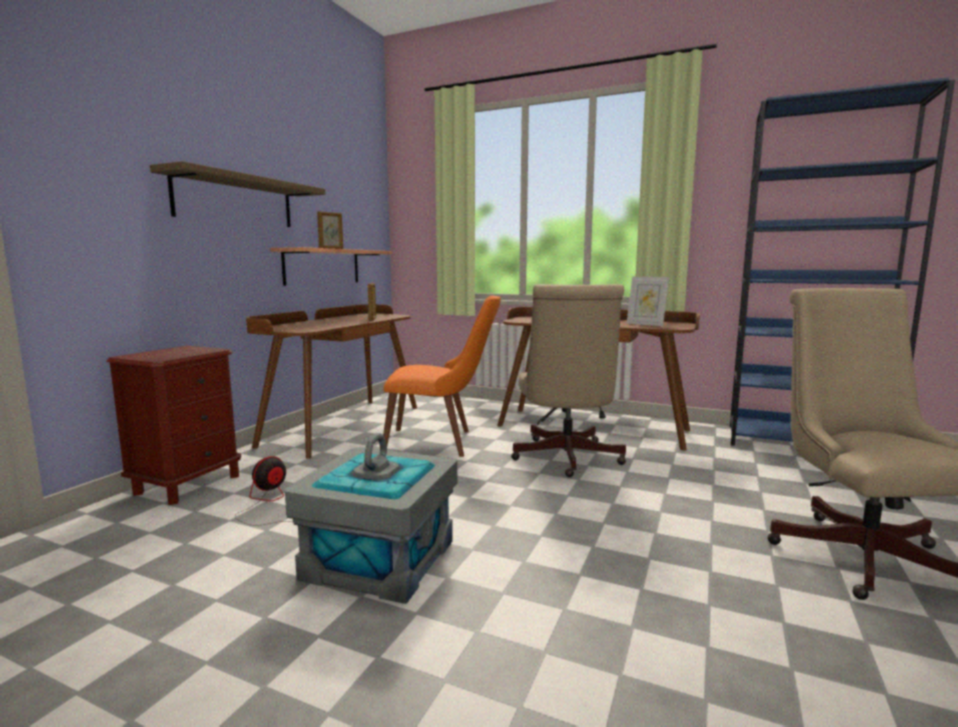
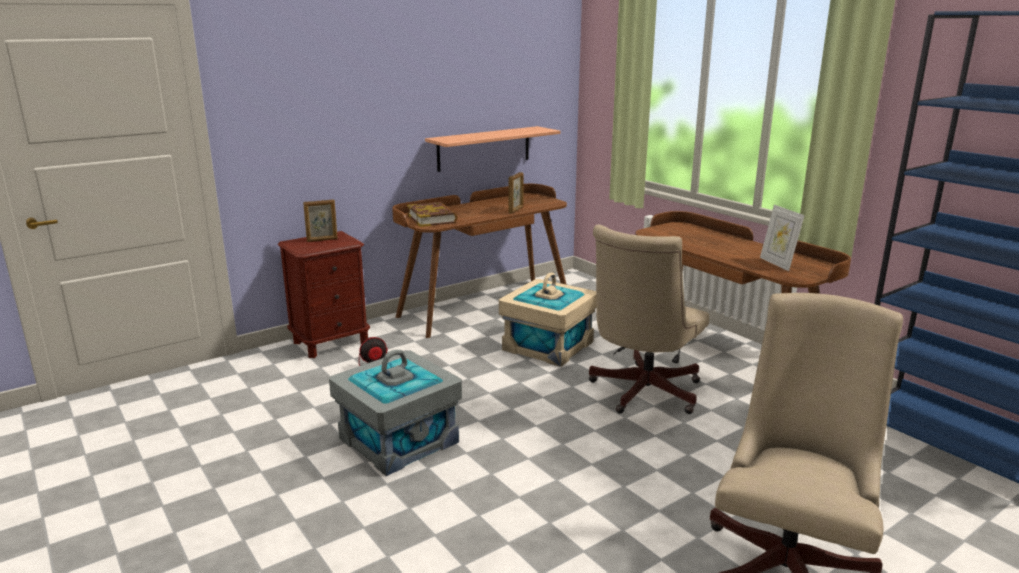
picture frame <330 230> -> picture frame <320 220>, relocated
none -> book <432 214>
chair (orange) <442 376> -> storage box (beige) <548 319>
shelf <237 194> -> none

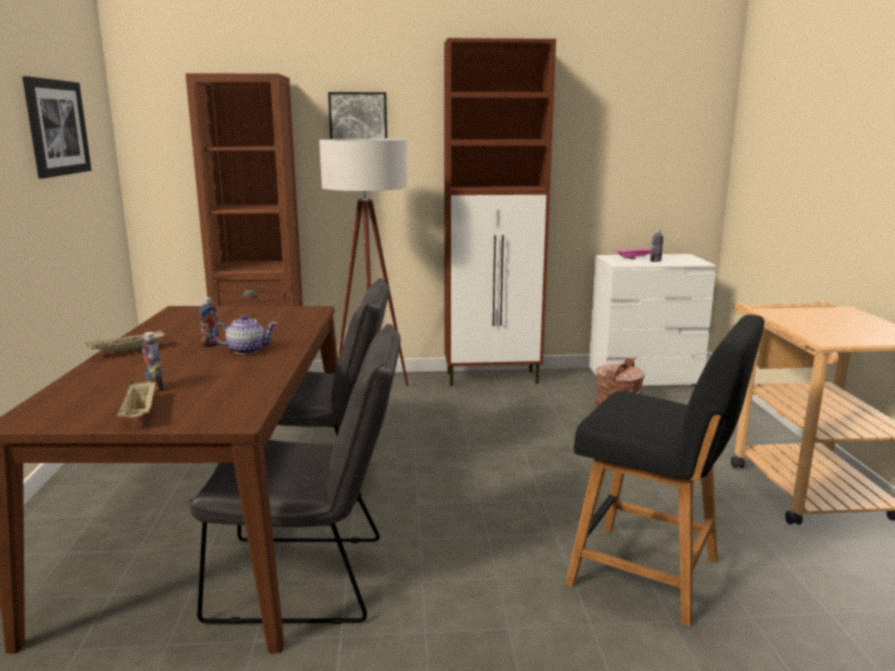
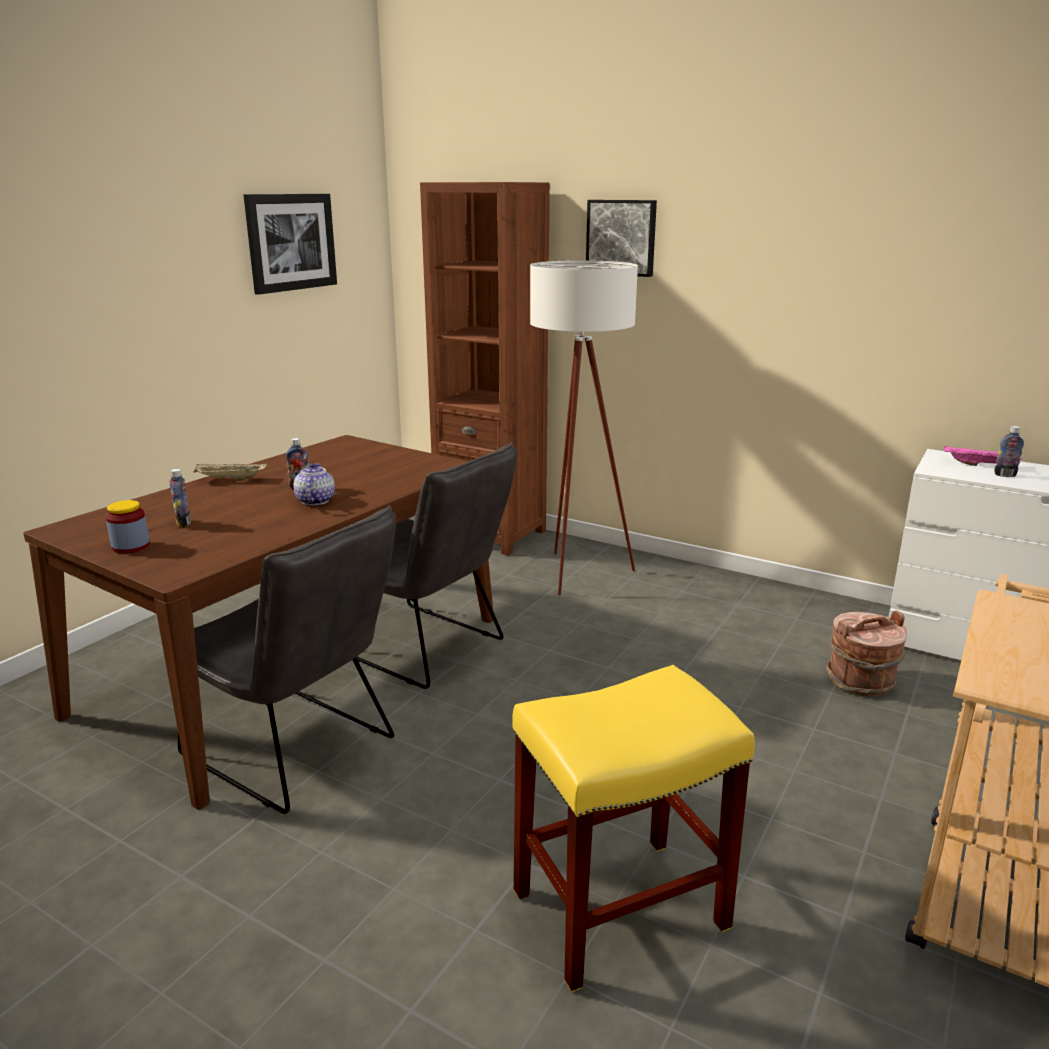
tray (beige) <136 399> -> jar <128 527>
teapot <244 335> -> teapot <314 484>, 120 degrees counterclockwise
chair (black) <665 470> -> stool (yellow) <633 828>
cabinet (brown) <500 212> -> none

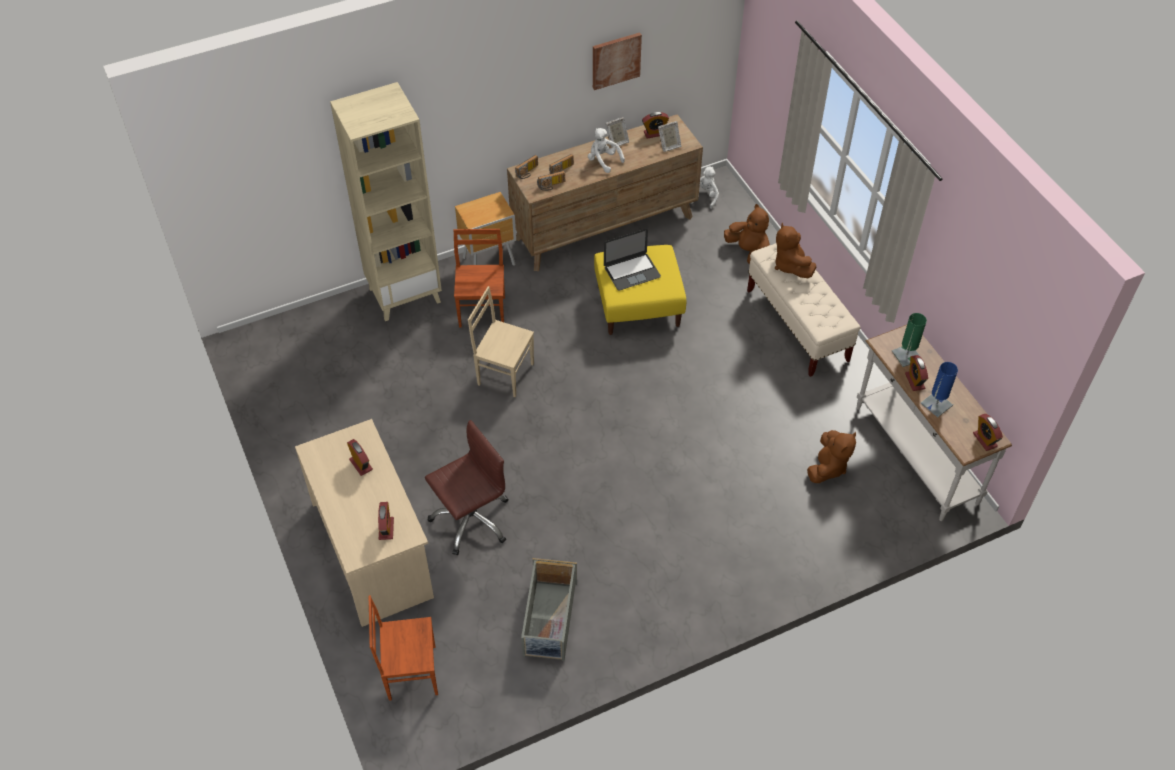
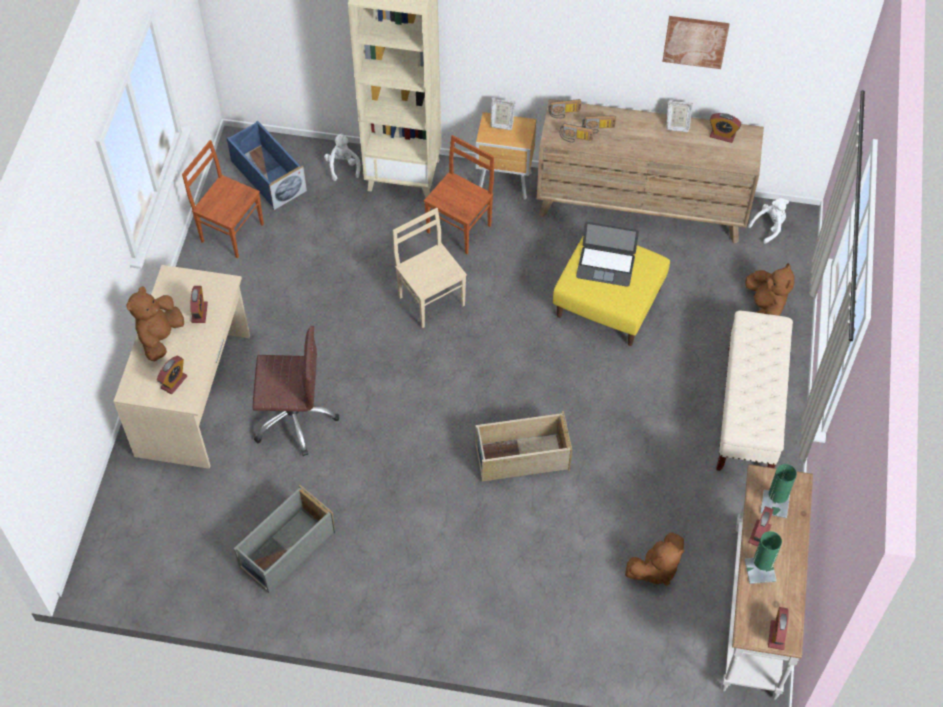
plush toy (brown) <795 250> -> plush toy (brown) <155 323>, relocated
chair (brown) <403 648> -> chair (brown) <223 199>, relocated
none -> storage box (blue) <267 165>
plush toy (white) <606 150> -> plush toy (white) <342 157>, relocated
none -> storage box (beige) <523 446>
picture frame <669 136> -> picture frame <502 114>, relocated
table lamp (blue) <939 389> -> table lamp (green) <763 557>

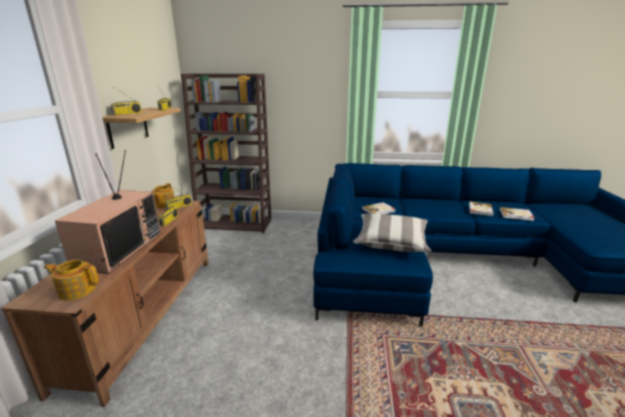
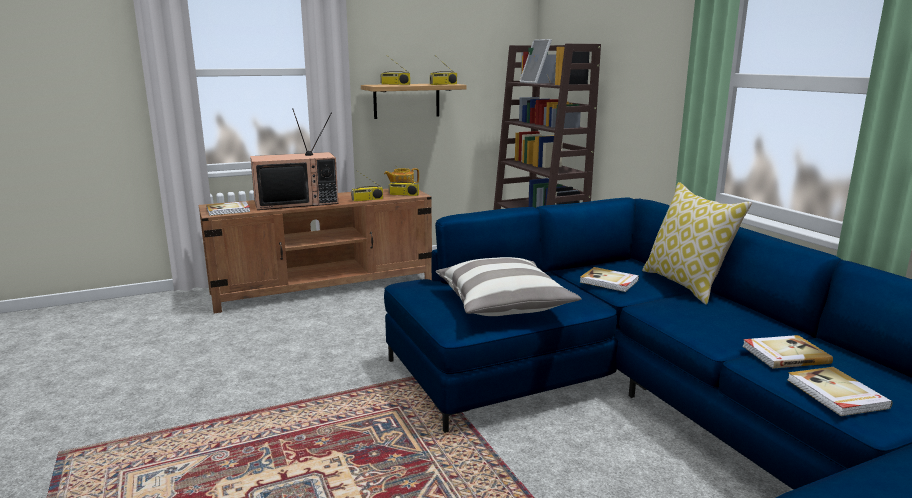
teapot <71 280> -> book <228 208>
none -> picture frame <535 61>
none -> pillow <697 243>

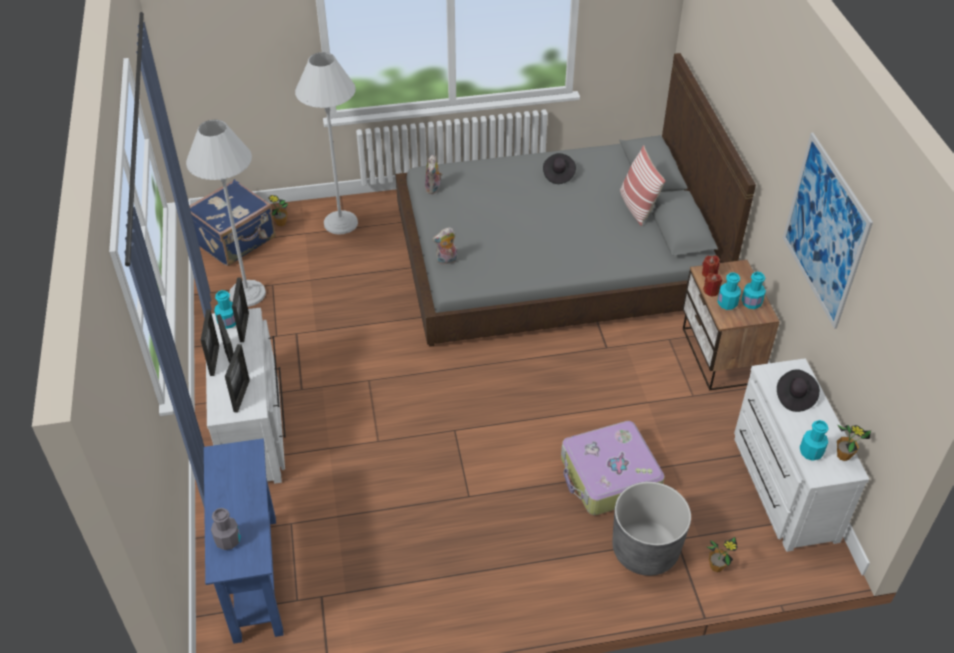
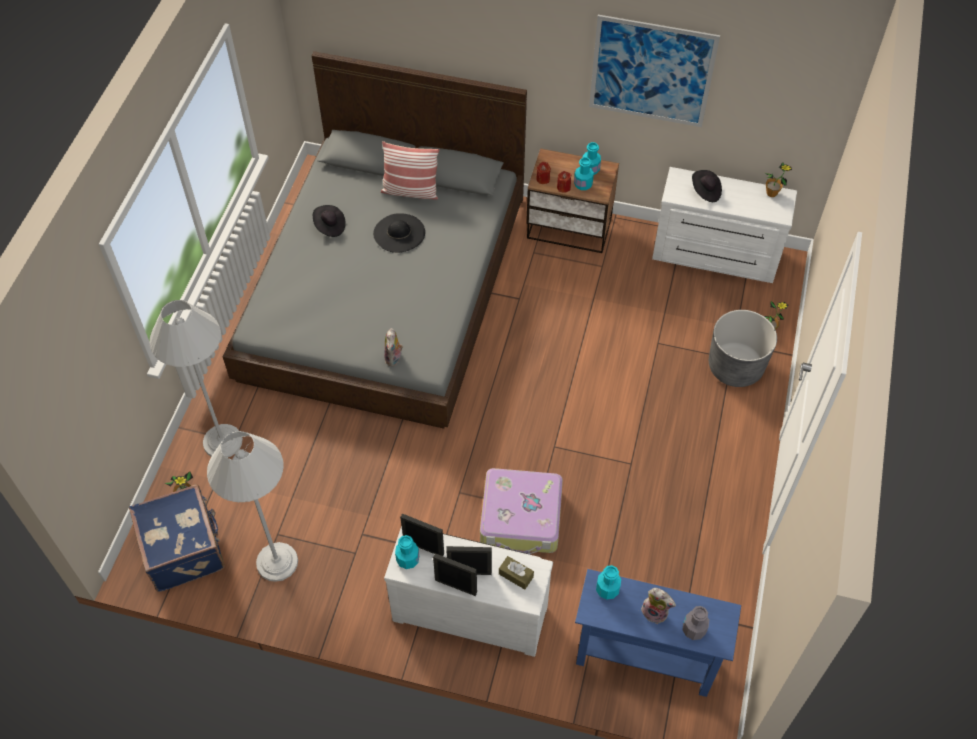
none -> hat (black) <399 233>
suitcase <613 468> -> suitcase <521 511>, relocated
picture frame <237 378> -> tissue box (brown) <516 573>
bottle (turquoise) <814 440> -> bottle (turquoise) <608 582>, relocated
plush toy <433 174> -> plush toy <658 606>, relocated

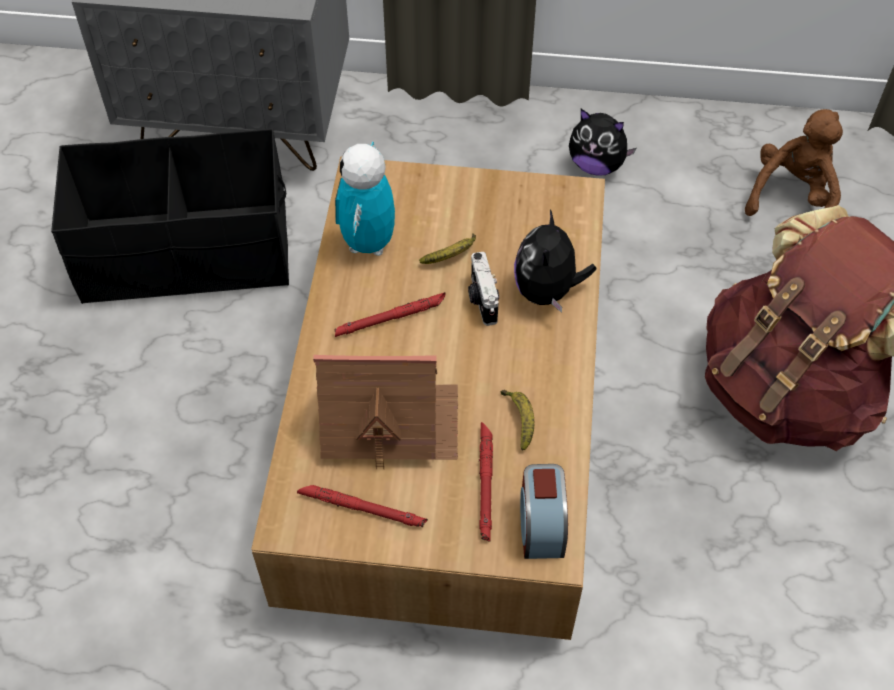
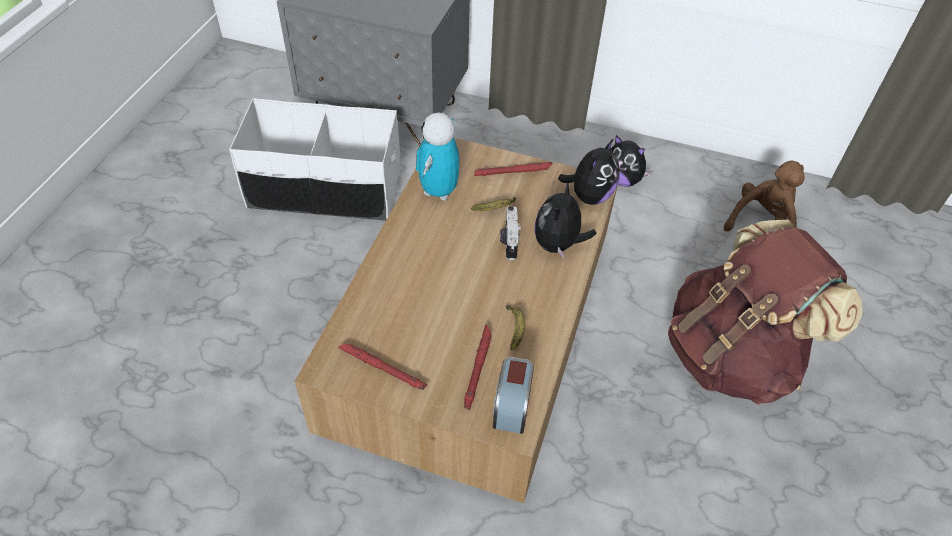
storage box (black) <170 216> -> storage box (white) <314 159>
flashlight (red) <390 314> -> flashlight (red) <513 169>, relocated
none -> plush toy <589 171>
toy house <385 412> -> none

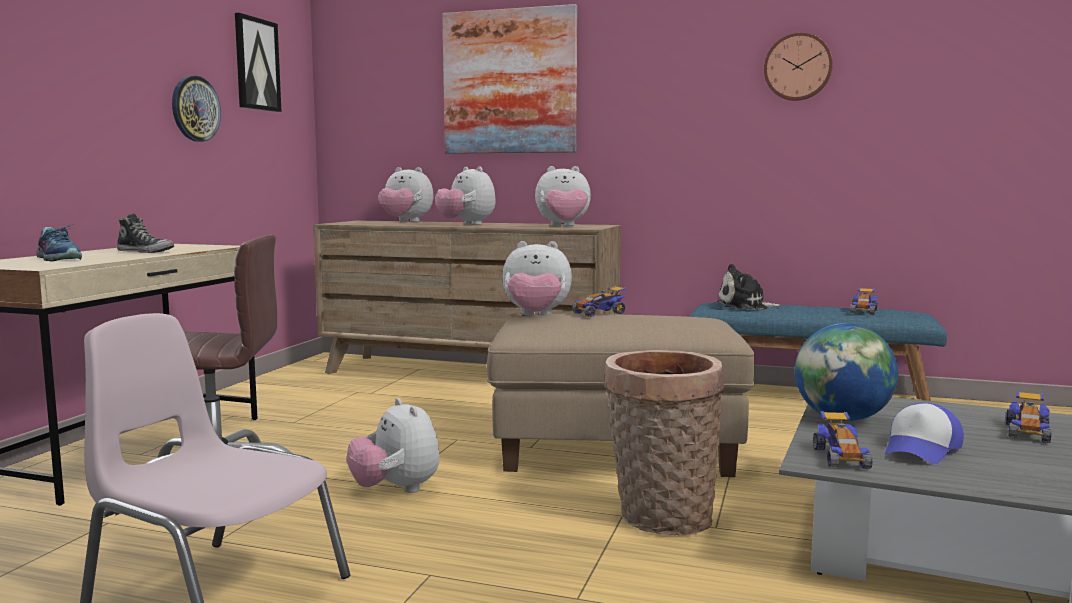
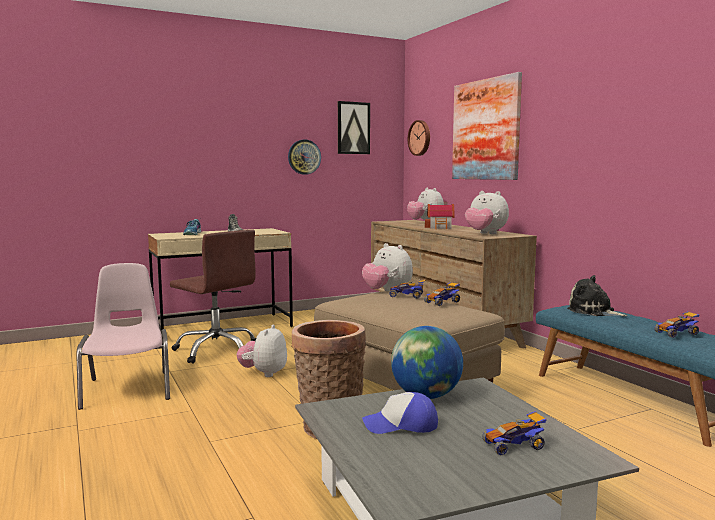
wall clock <798 66> -> wall clock <419 138>, relocated
toy car <842 440> -> toy car <442 294>, relocated
plush toy <465 195> -> toy house <439 215>

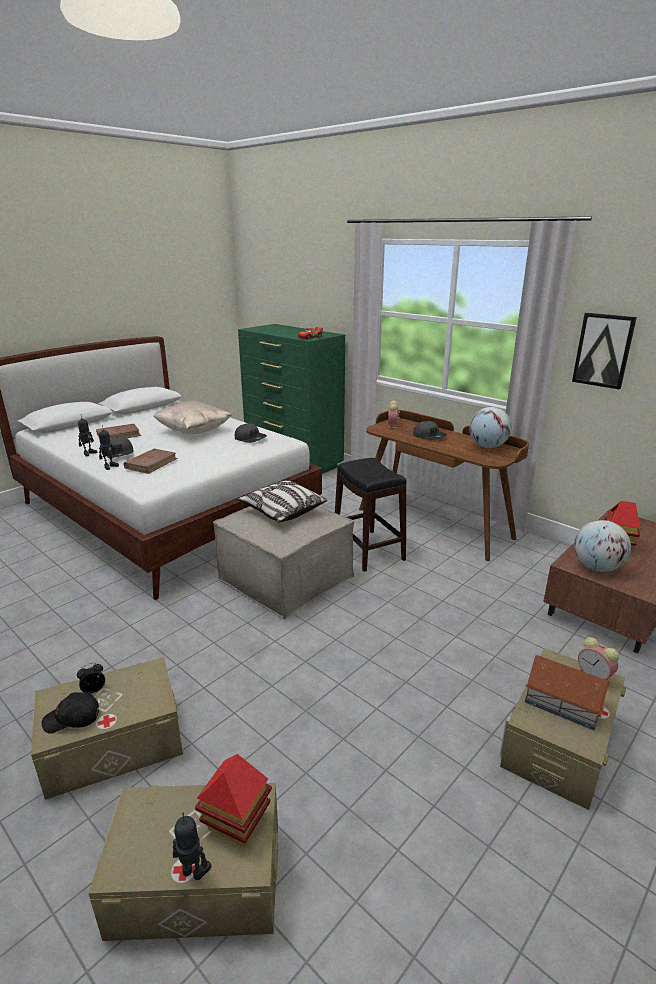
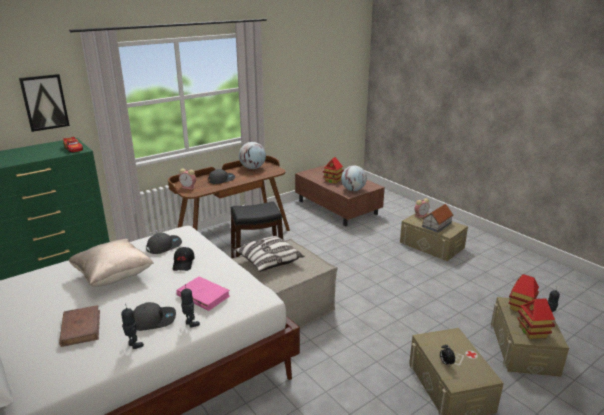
picture <604 351> -> picture <44 103>, relocated
cap (black) <70 713> -> cap (black) <183 259>, relocated
book (brown) <151 461> -> book (pink) <203 293>
none -> toy house <536 318>

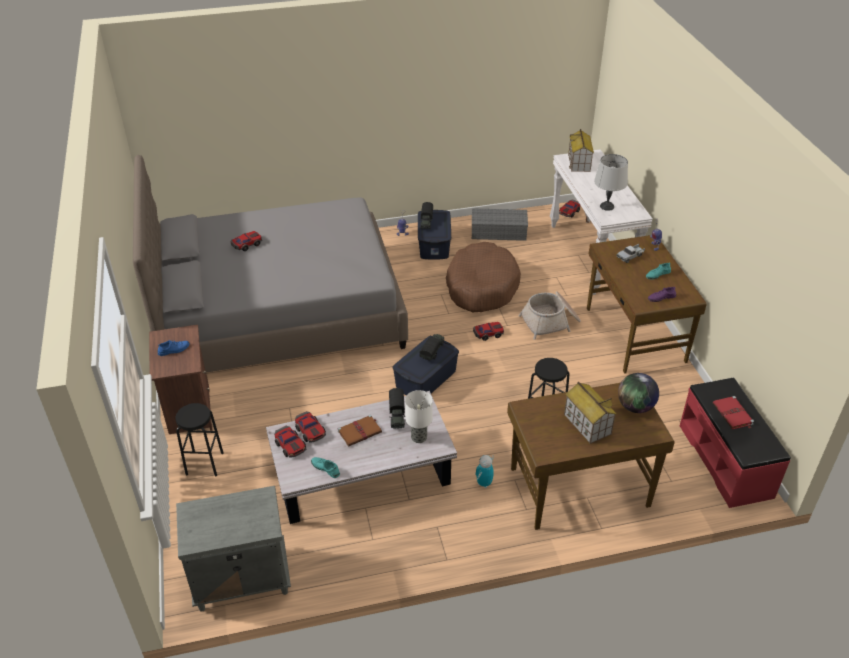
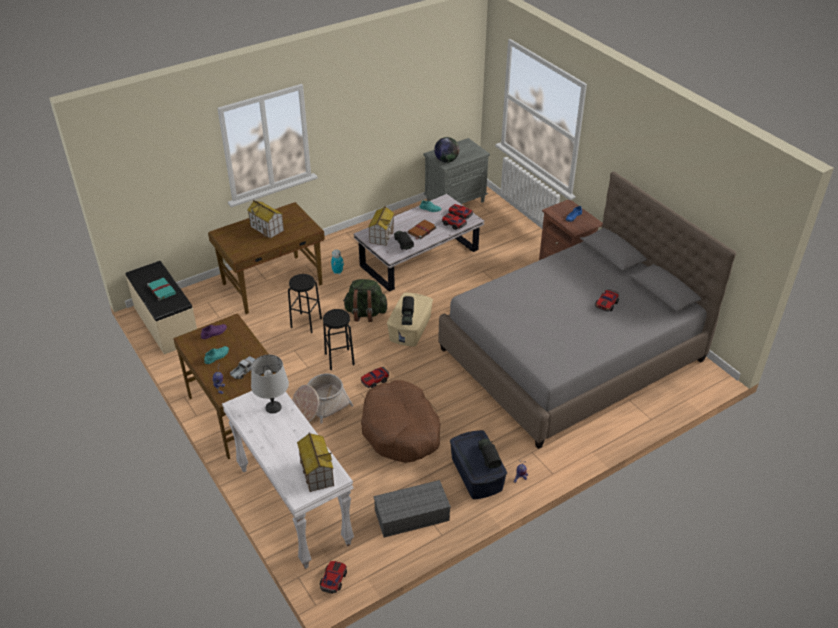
bench (red) <735 443> -> bench (beige) <161 308>
book (red) <733 412> -> book (turquoise) <161 289>
stool (black) <199 440> -> stool (black) <339 339>, relocated
none -> backpack (green) <365 300>
table lamp <419 416> -> toy house <381 226>
storage box (blue) <426 366> -> storage box (beige) <410 320>
globe <638 393> -> globe <446 150>, relocated

